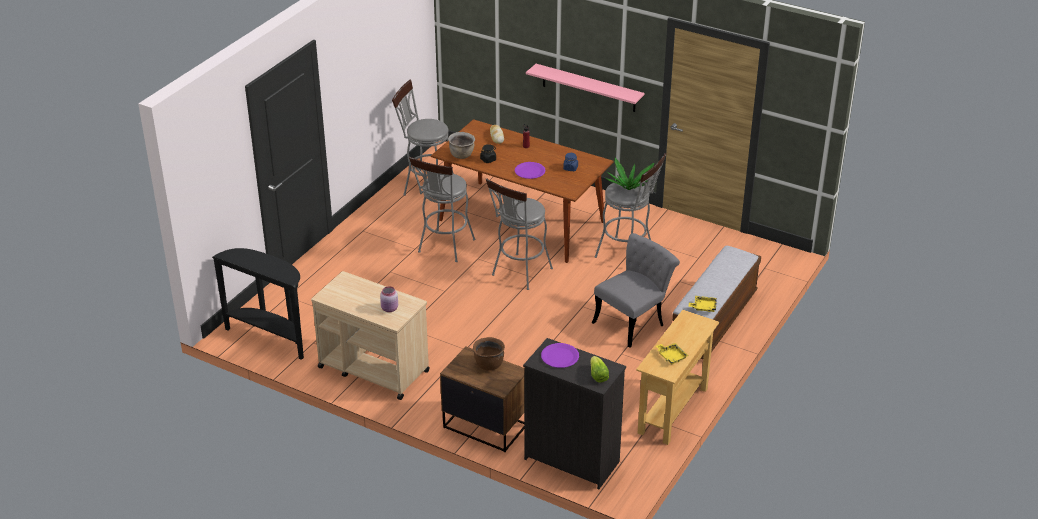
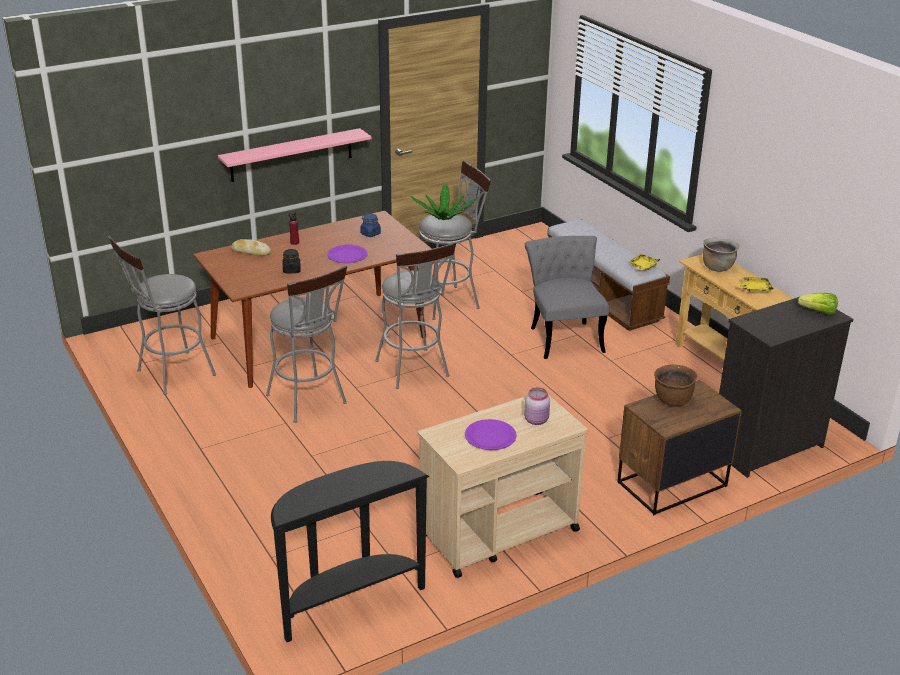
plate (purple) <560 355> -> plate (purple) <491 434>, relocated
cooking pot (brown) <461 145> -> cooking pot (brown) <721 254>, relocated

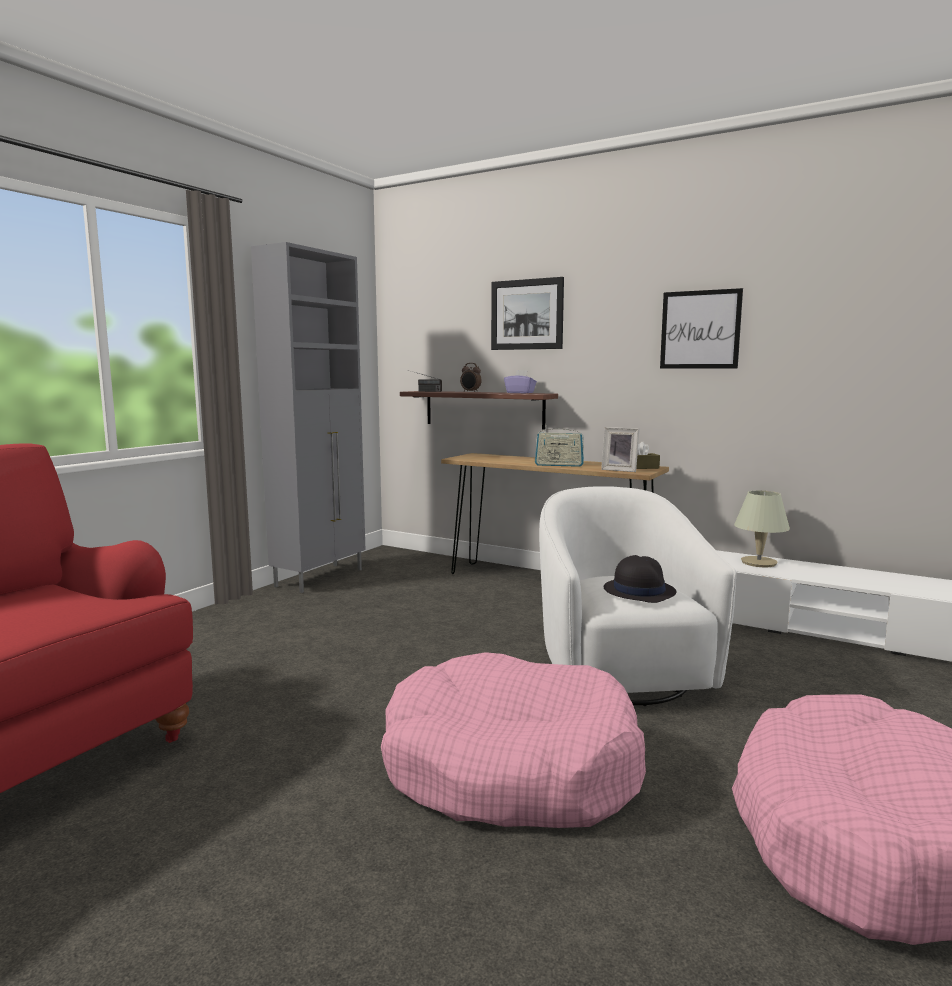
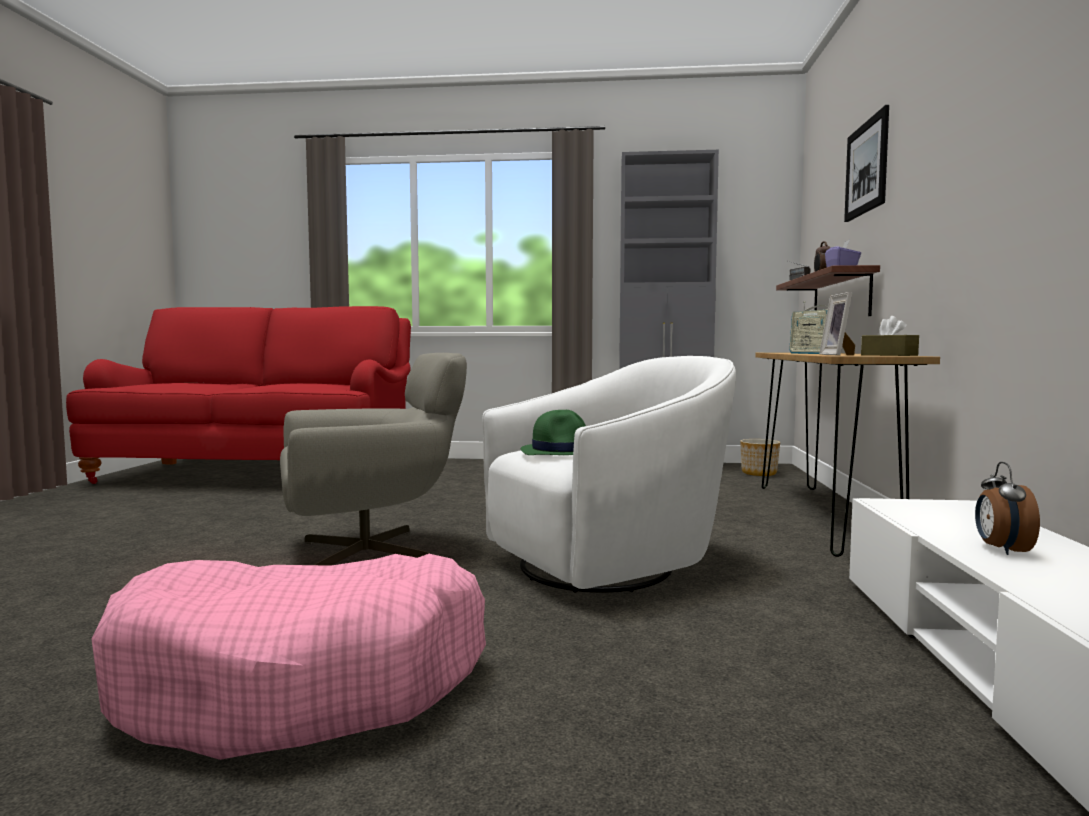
dog bed (pink) <513 740> -> armchair (grey) <373 459>
hat (black) <640 579> -> hat (green) <553 432>
none -> planter <760 457>
none -> alarm clock <1007 508>
picture <701 328> -> none
table lamp (beige) <762 528> -> none

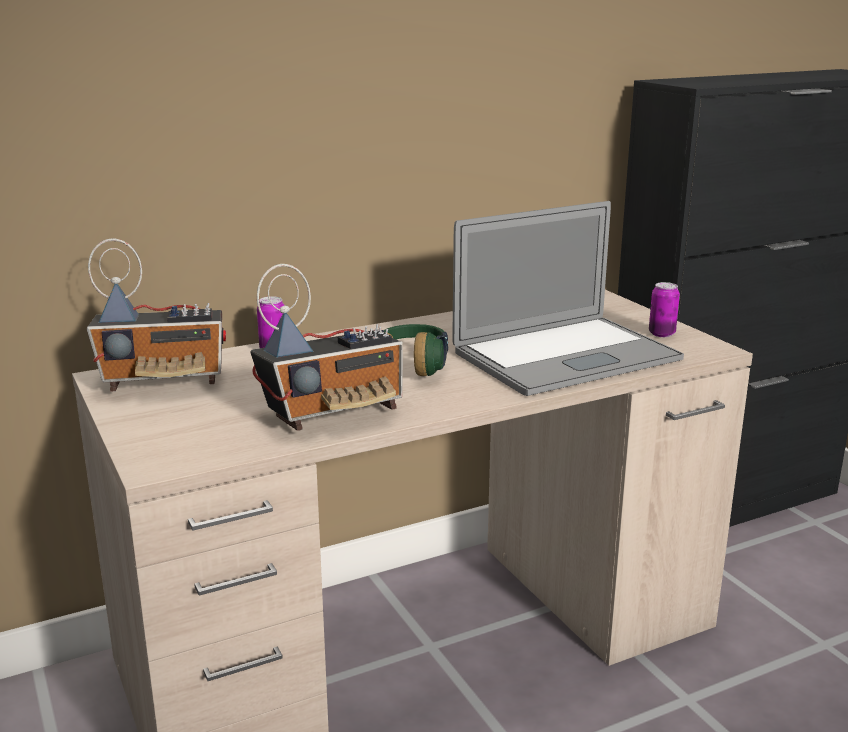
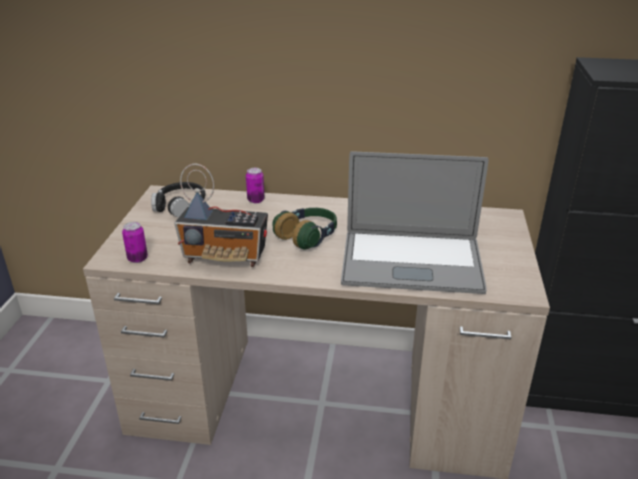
can <664 309> -> can <135 242>, relocated
radio <156 314> -> headphones (black) <178 199>

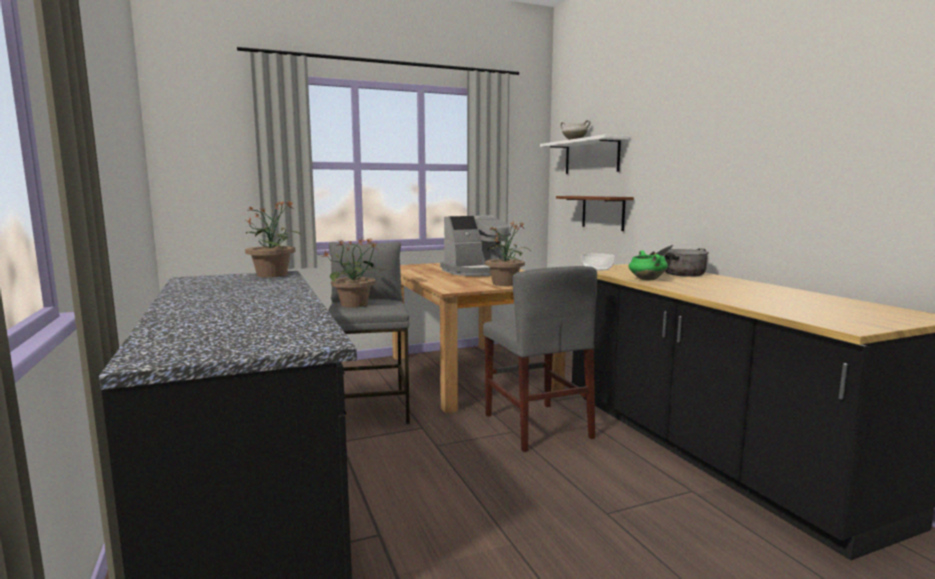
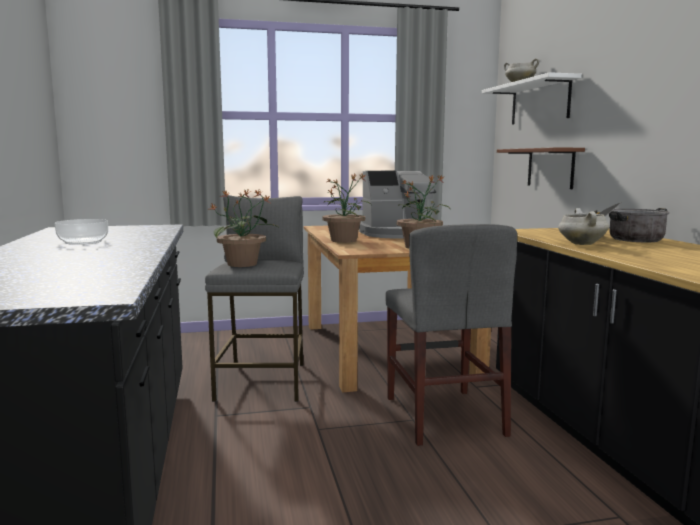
bowl <598 262> -> bowl <81 232>, relocated
potted plant <273 239> -> potted plant <347 208>, relocated
cooking pot (green) <648 266> -> cooking pot (white) <583 226>

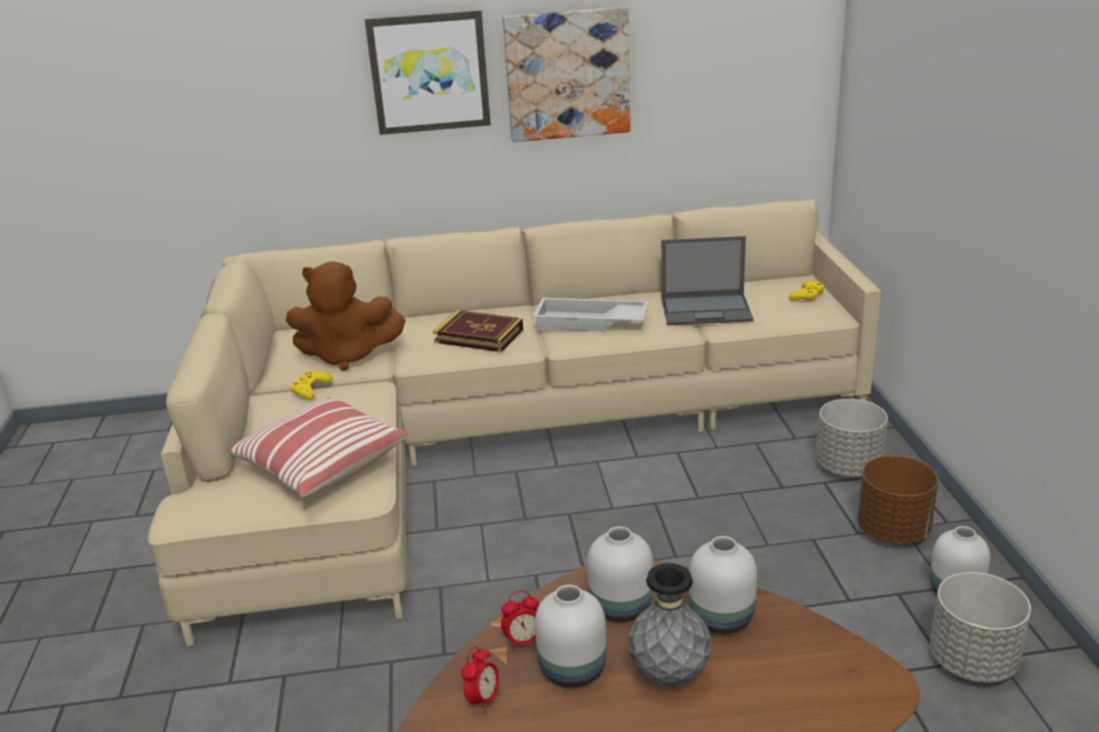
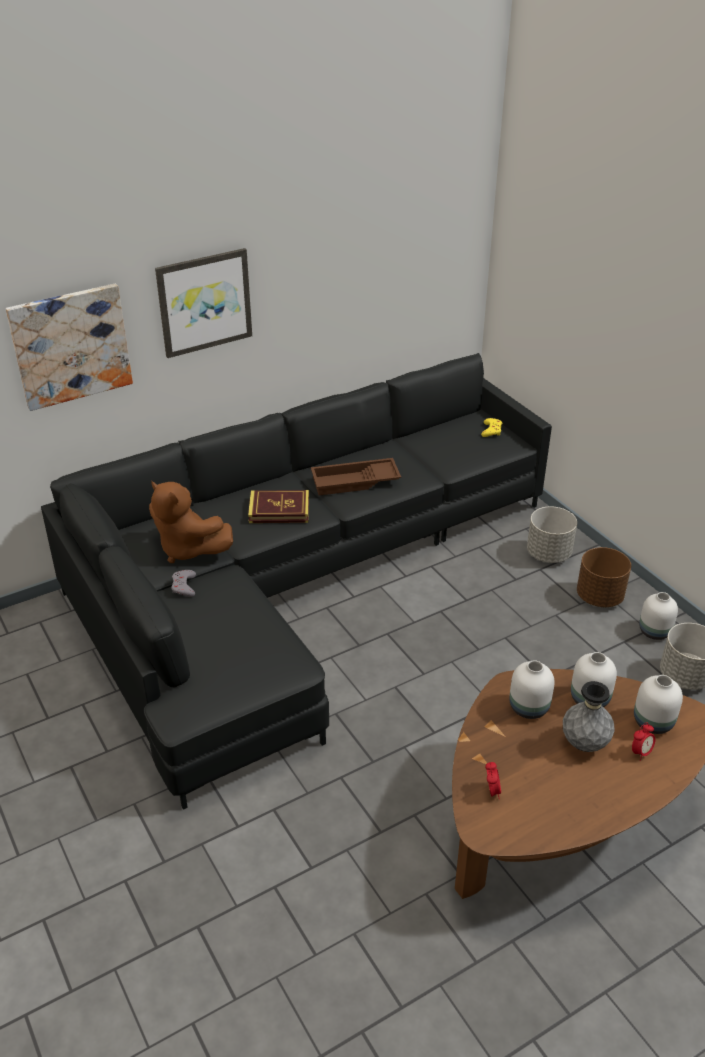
picture <566 74> -> picture <69 347>, relocated
sofa (beige) <514 422> -> sofa (black) <296 581>
plush toy (brown) <346 316> -> plush toy (brown) <191 522>, 60 degrees clockwise
game controller (yellow) <311 385> -> game controller (grey) <183 583>
tray (white) <591 315> -> tray (brown) <356 476>
alarm clock <520 621> -> alarm clock <643 741>, relocated
vase (white) <571 636> -> vase (white) <658 704>, relocated
pillow <317 447> -> none
laptop <707 280> -> none

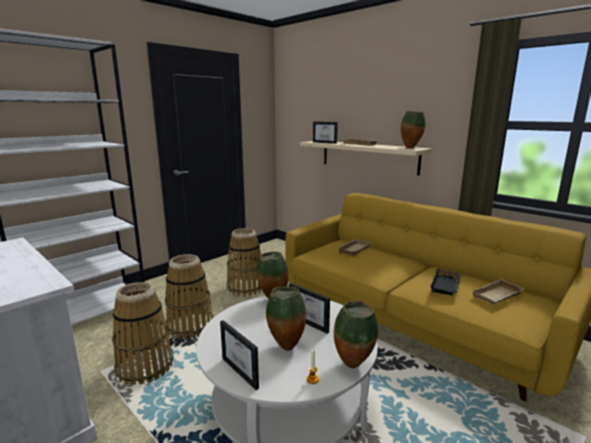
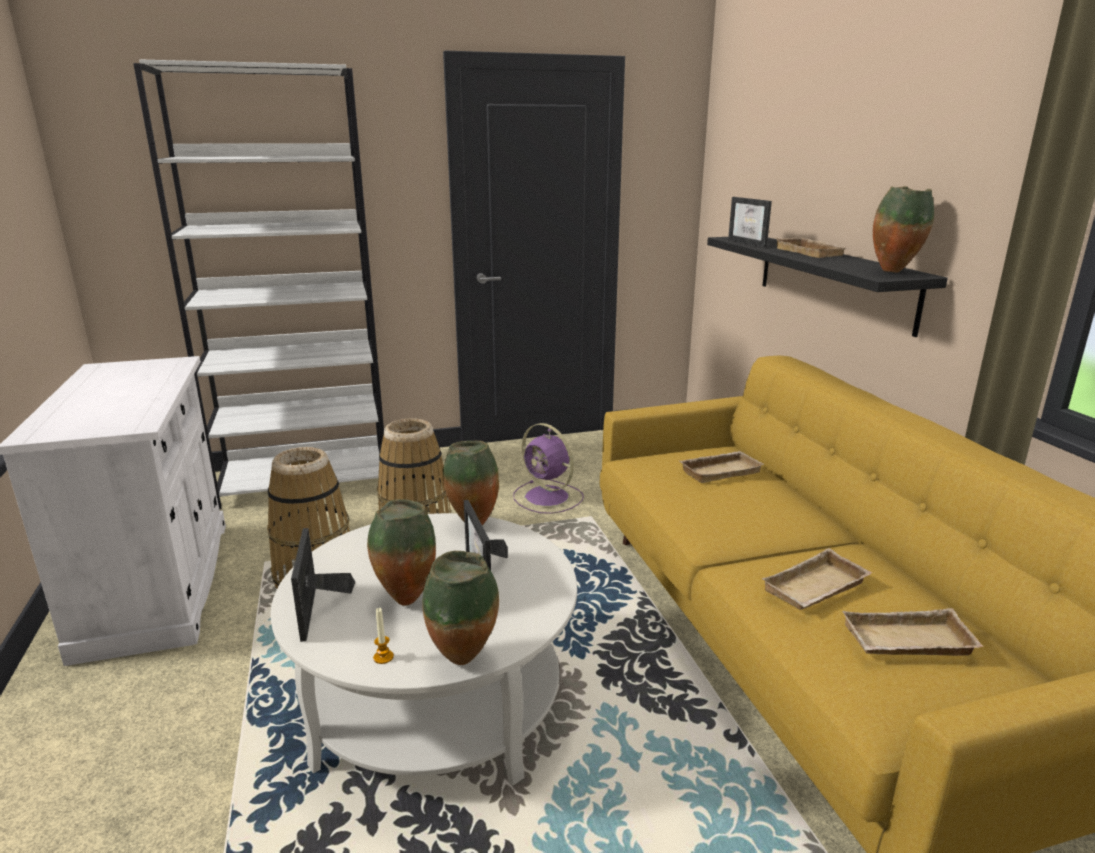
basket <244 262> -> fan (purple) <548 468>
shelf (beige) <366 158> -> shelf (black) <827 287>
tray (black) <446 282> -> tray (beige) <817 579>

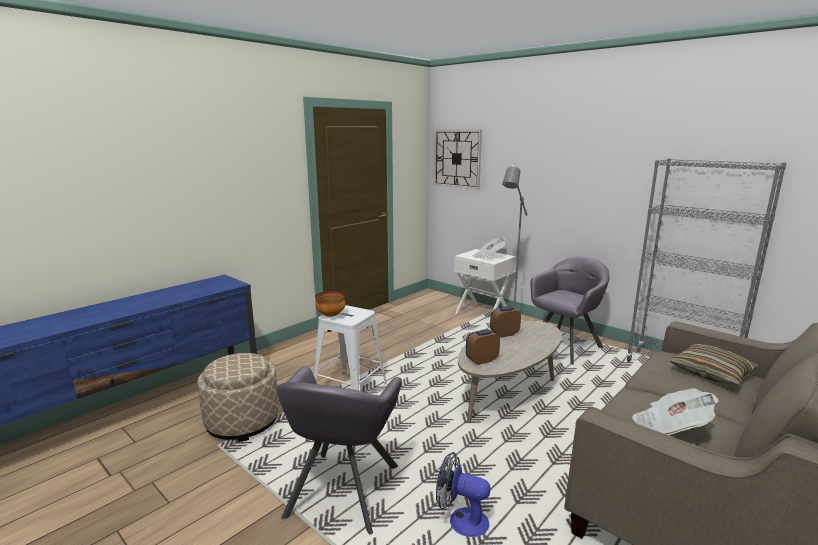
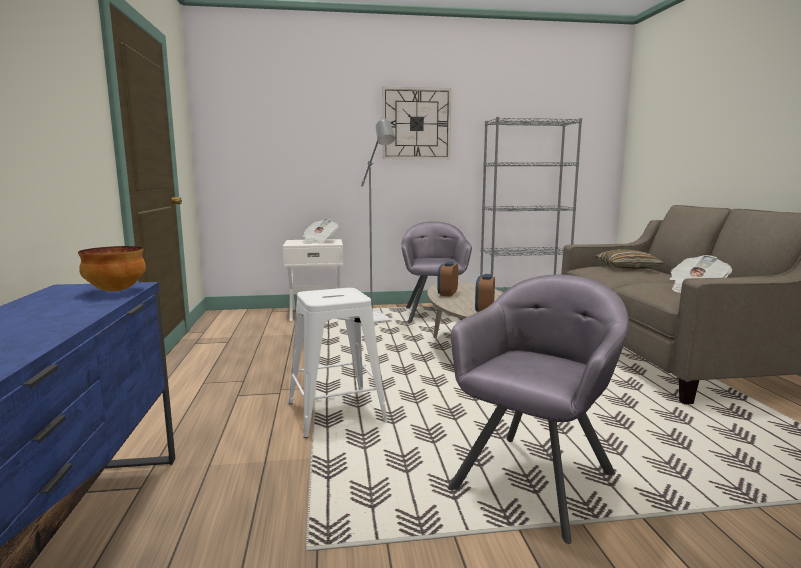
bowl <330 304> -> bowl <112 269>, relocated
wall clock <458 159> -> wall clock <416 123>, relocated
armchair (grey) <339 450> -> armchair (grey) <538 409>, 105 degrees counterclockwise
ottoman (beige) <238 397> -> none
fan <463 494> -> none

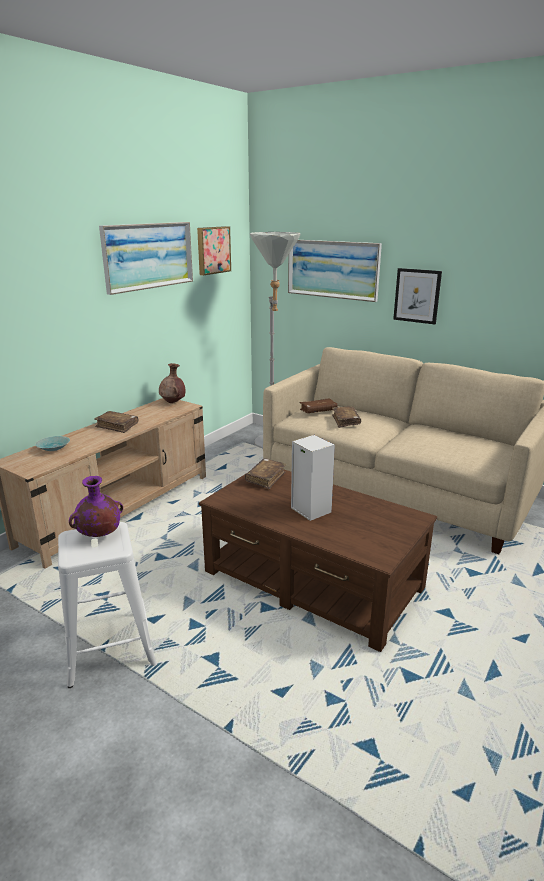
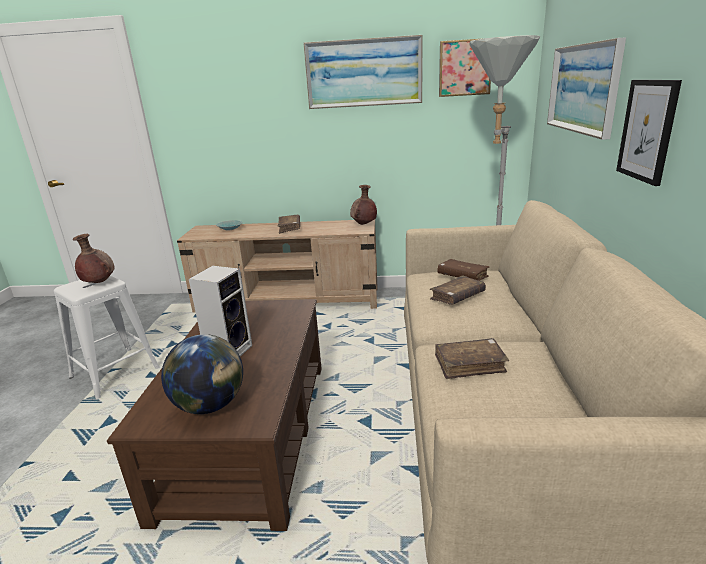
vase (purple) <96 506> -> vase (brown) <94 258>
none -> globe <202 374>
book (brown) <265 473> -> book (brown) <472 358>, relocated

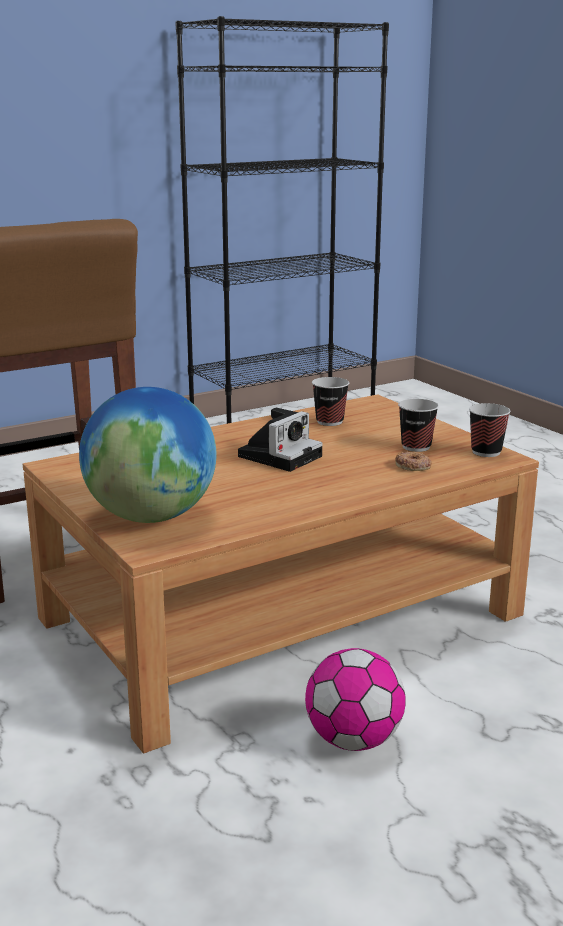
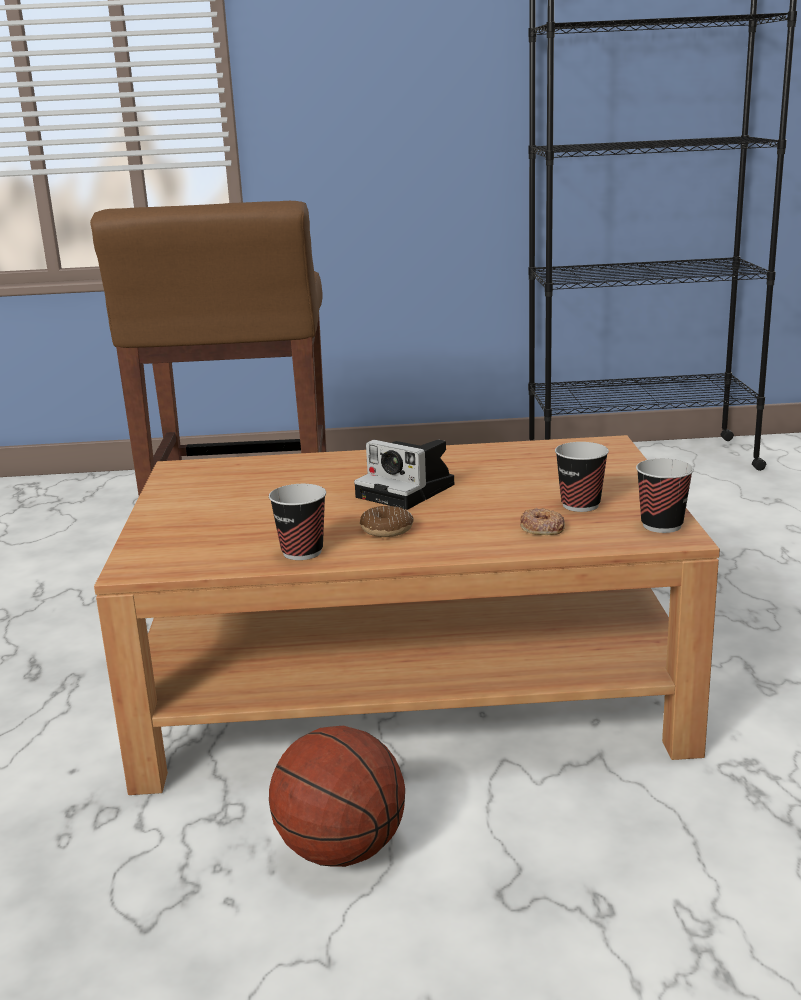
cup <330 401> -> cup <297 522>, relocated
football <355 699> -> basketball <337 796>
photo camera <280 440> -> photo camera <404 475>, 60 degrees clockwise
none -> donut <386 521>
globe <147 455> -> none

